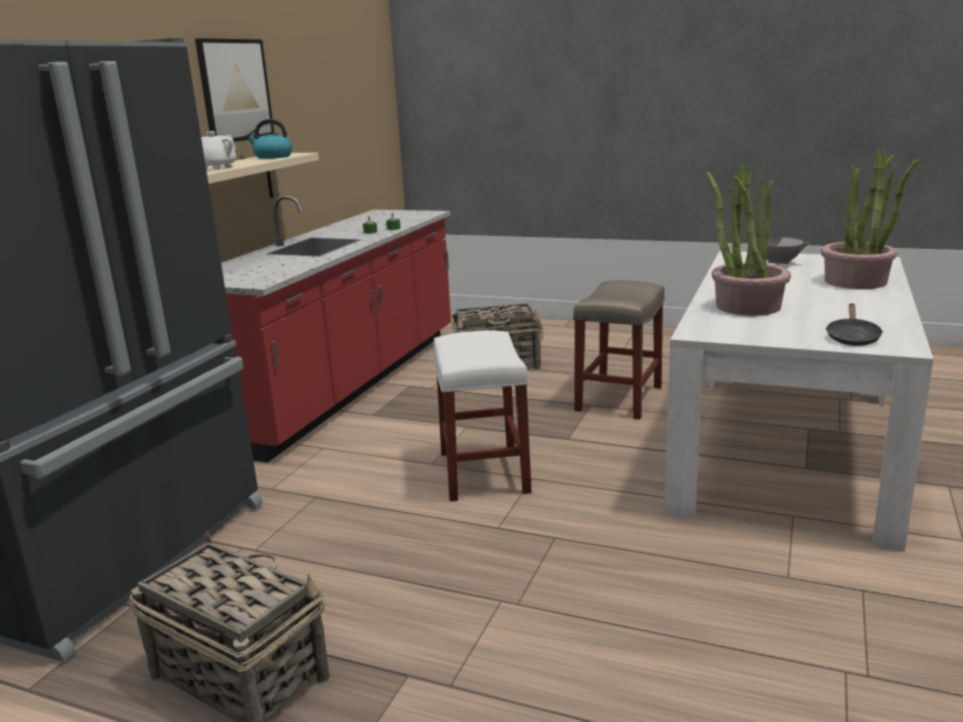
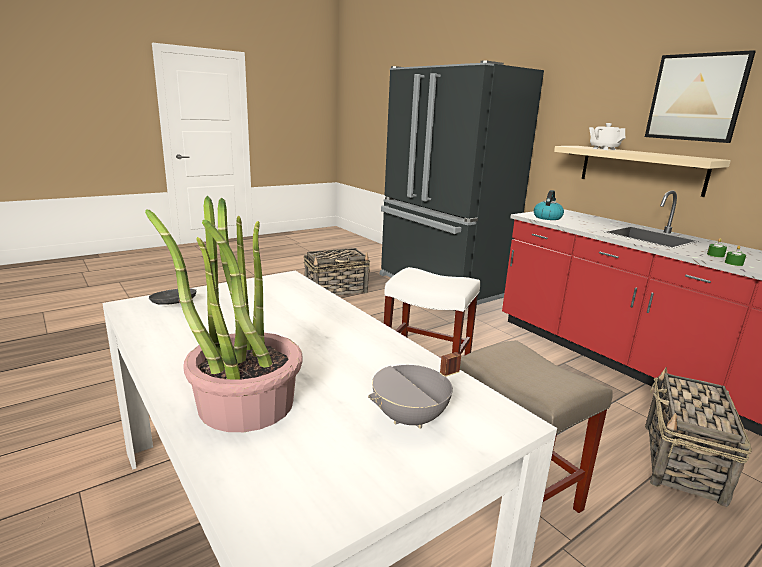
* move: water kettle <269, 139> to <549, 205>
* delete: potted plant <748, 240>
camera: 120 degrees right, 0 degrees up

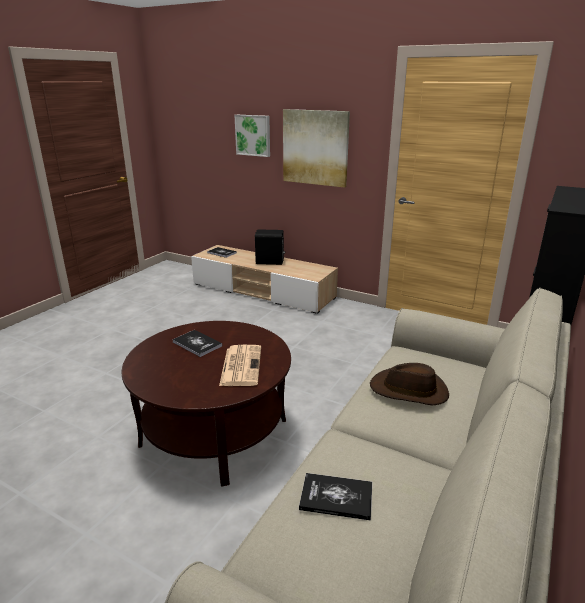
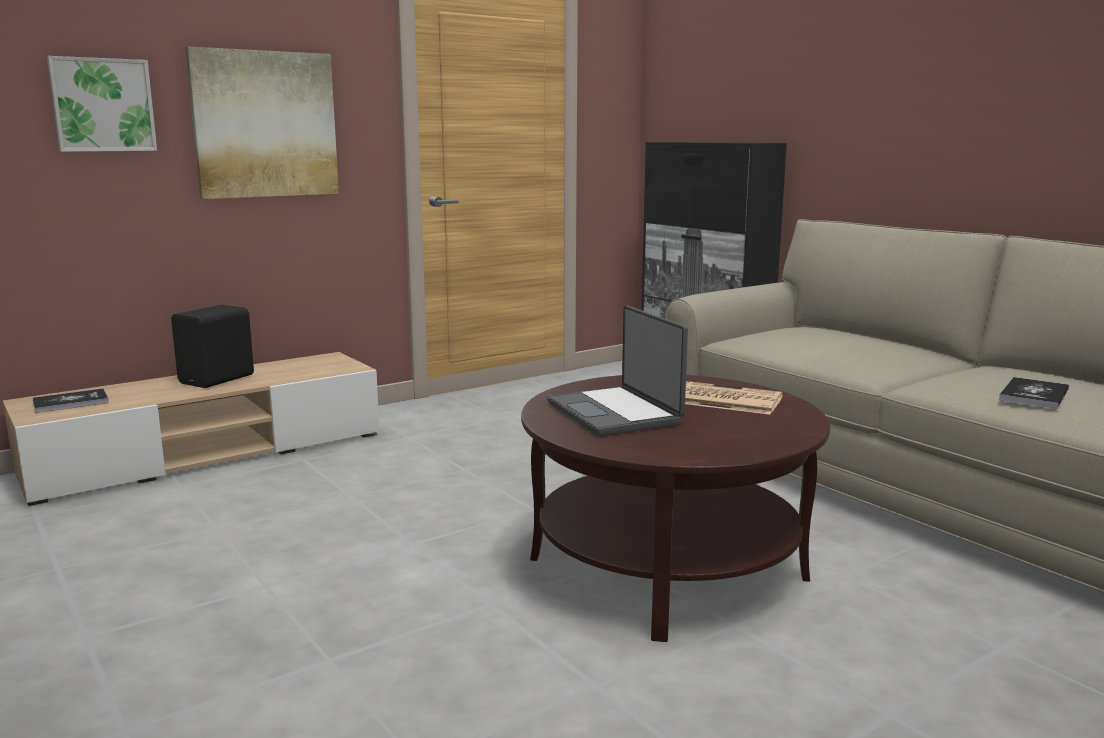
* replace: bound book <197, 343> to laptop <617, 371>
* delete: brown wearable hat <409, 384>
camera: 65 degrees left, 10 degrees down

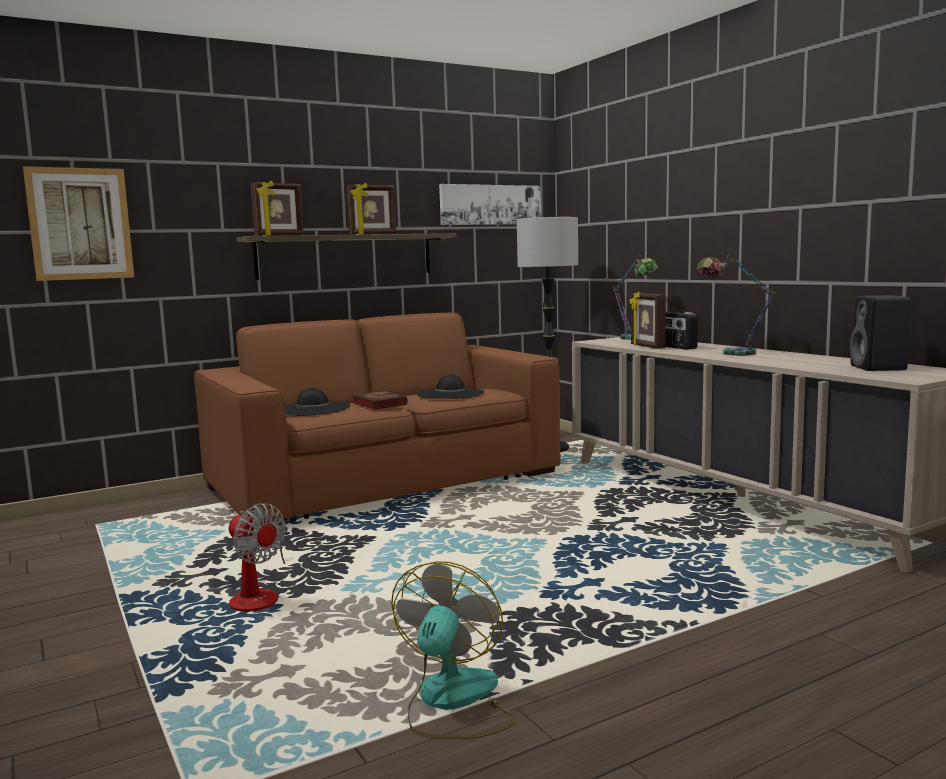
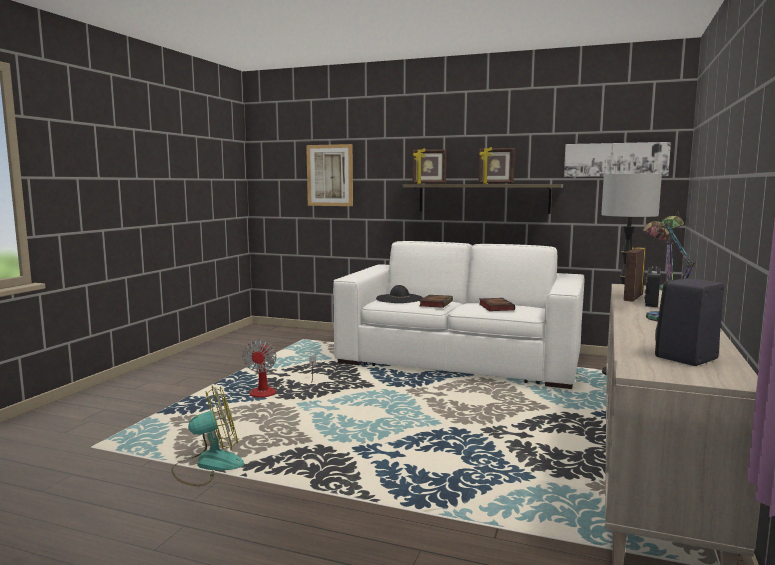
* recolor: brown couch <377, 419> to white couch <458, 315>
* replace: blackish wearable hat <450, 386> to bound book <497, 304>
camera: 50 degrees right, 0 degrees up

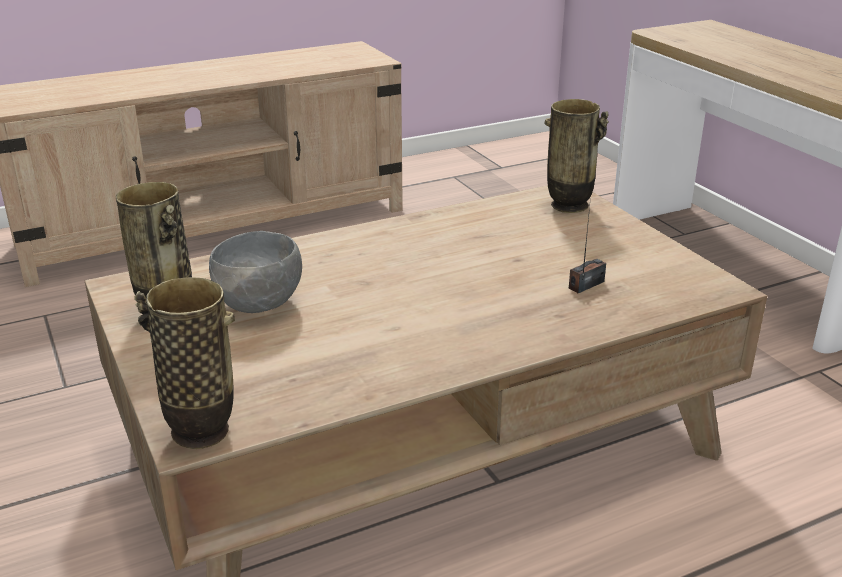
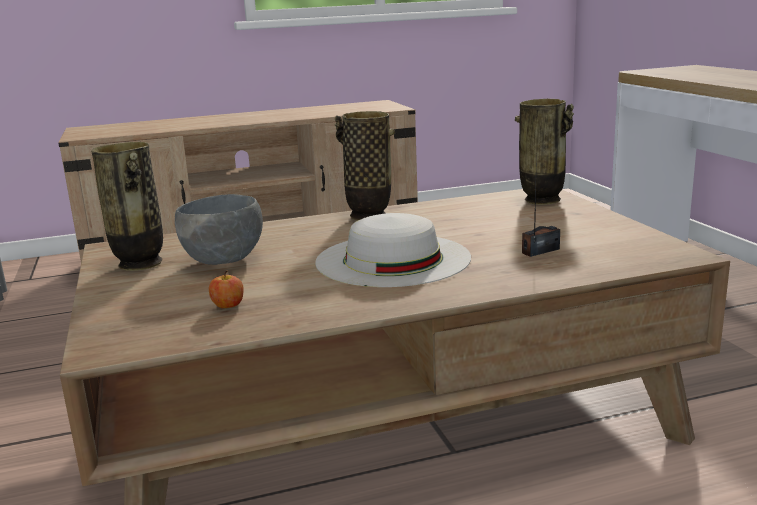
* insert: apple <226, 289>
* insert: white wearable hat <393, 250>
* move: flower vase <184, 363> to <365, 166>
camera: 10 degrees right, 10 degrees down

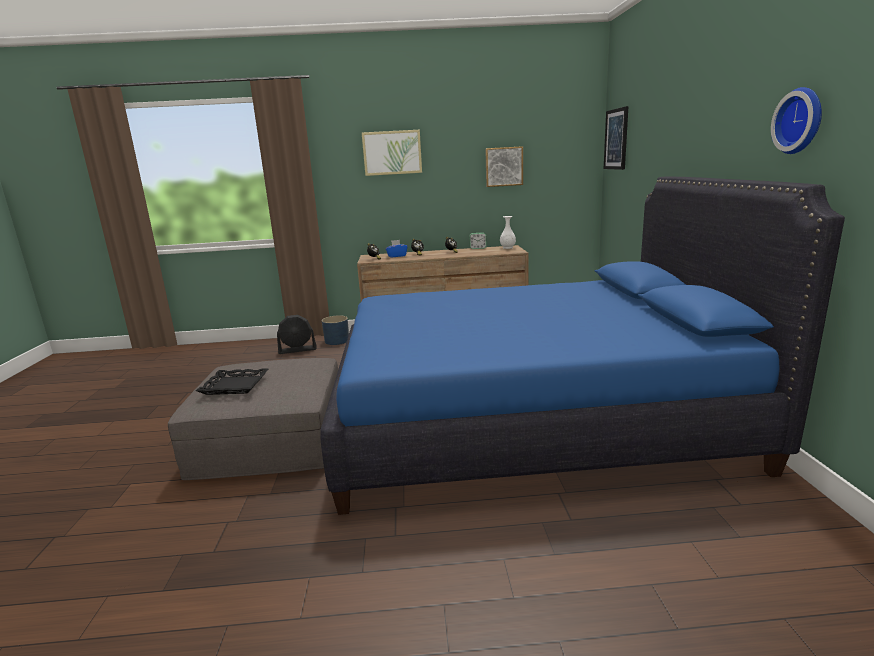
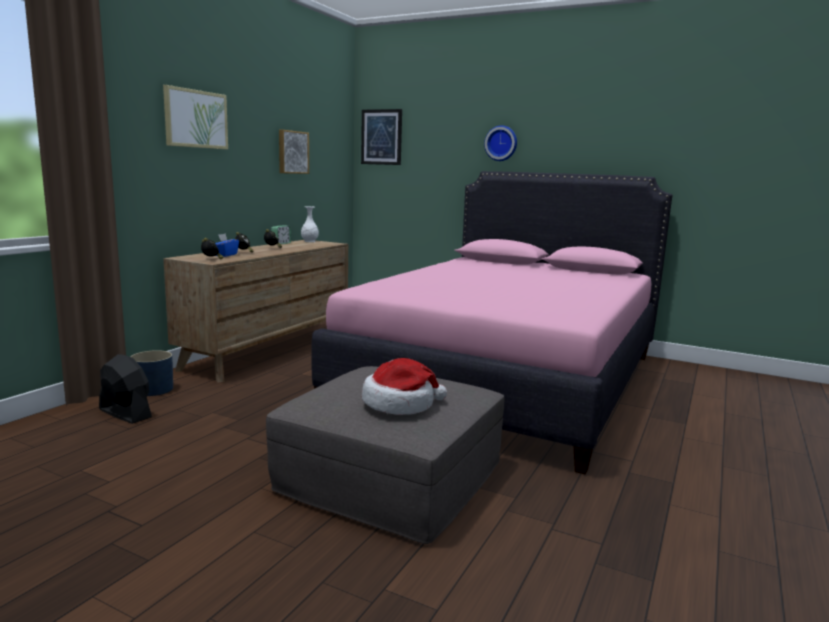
* rotate: blackish electric fan <297, 334> = <125, 389> 75 degrees counterclockwise
* recolor: blue sleeping bed <582, 345> to pink sleeping bed <492, 323>
* replace: blackish tray <232, 381> to wearable hat <404, 386>
* move: hanging clock <796, 120> to <500, 143>
camera: 60 degrees left, 5 degrees down

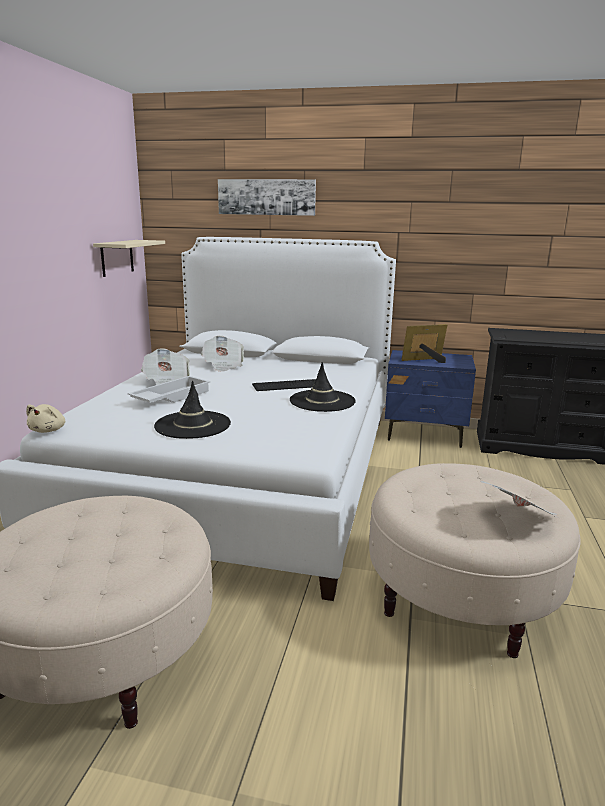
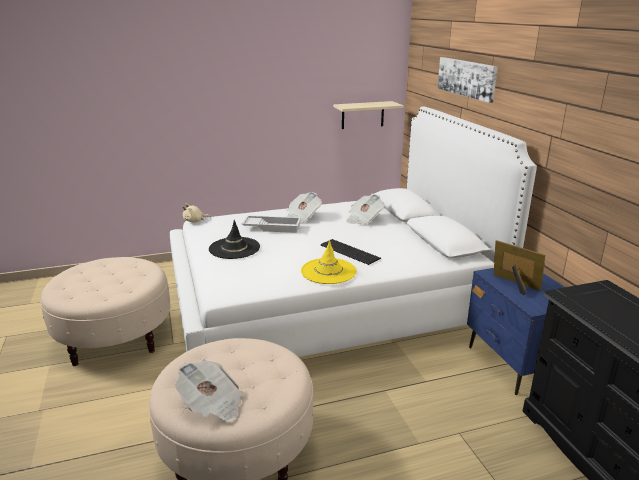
* recolor: blackish wearable hat <323, 387> to yellowish wearable hat <329, 262>
camera: 60 degrees right, 5 degrees up

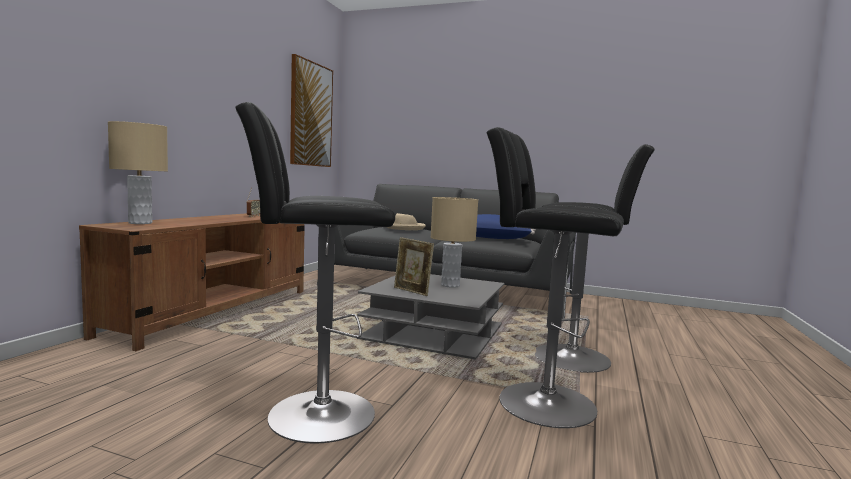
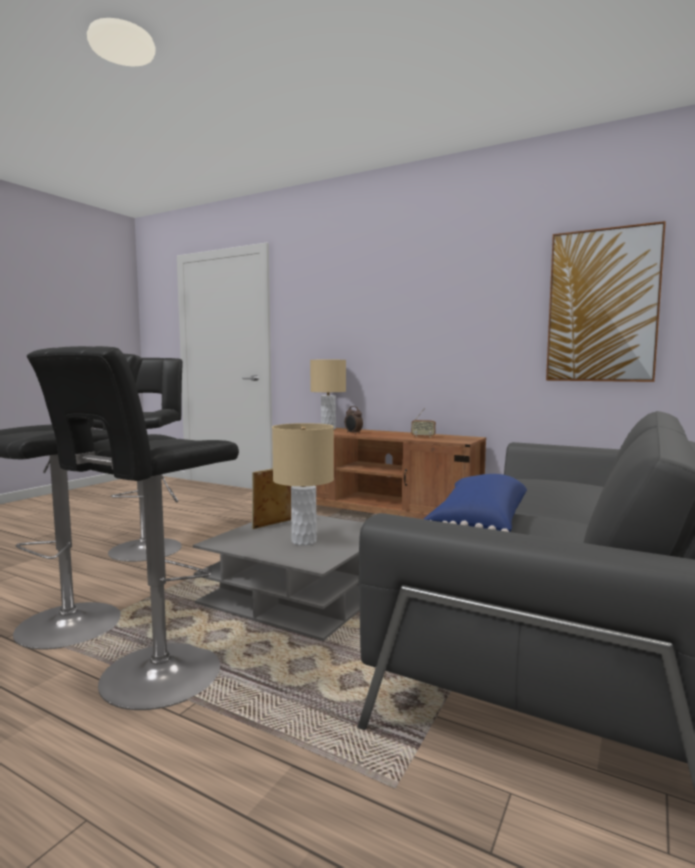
* insert: table clock <354, 420>
* delete: sand-coloured wearable hat <406, 221>
camera: 100 degrees right, 0 degrees up

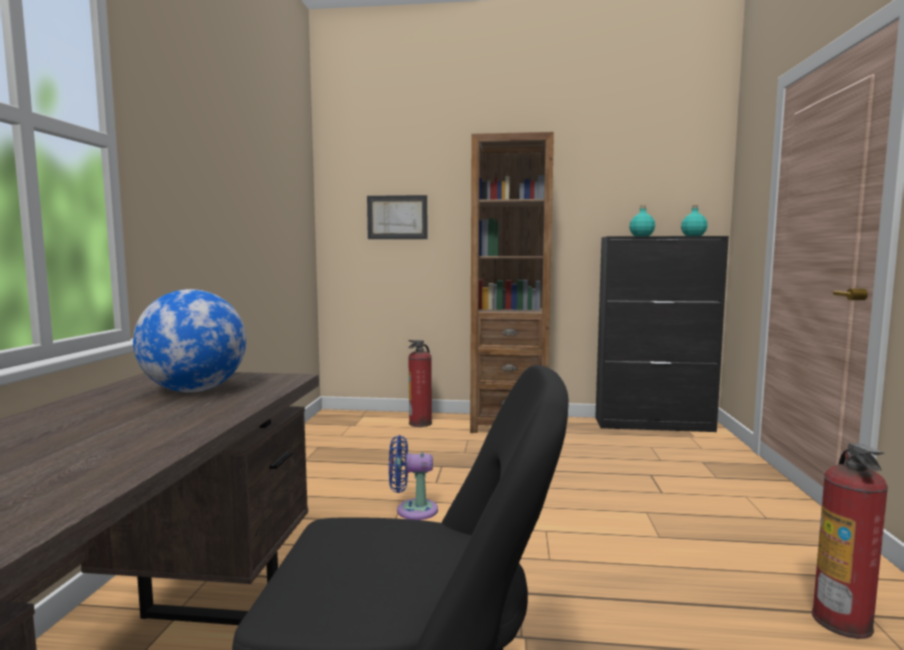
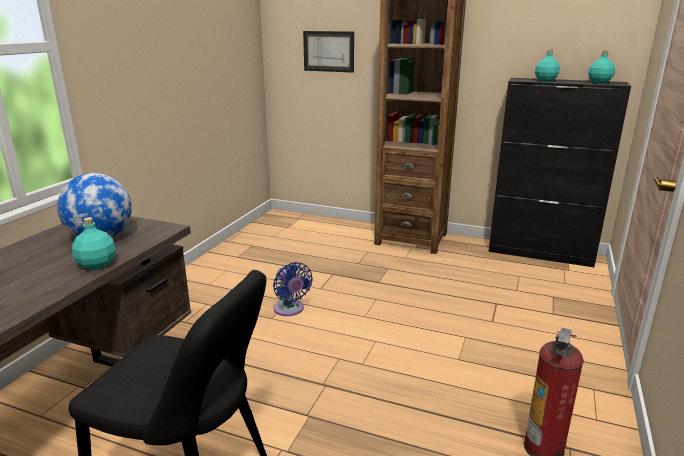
* insert: turquoise-coloured beverage bottle <94, 243>
* rotate: blue electric fan <413, 477> = <293, 289> 135 degrees counterclockwise
* delete: fire-fighting cylinder <420, 383>
camera: 15 degrees right, 15 degrees up

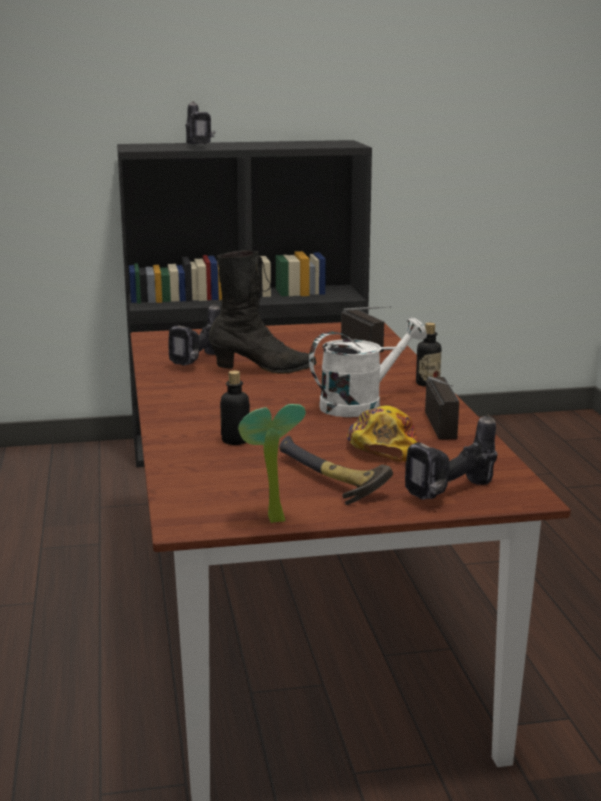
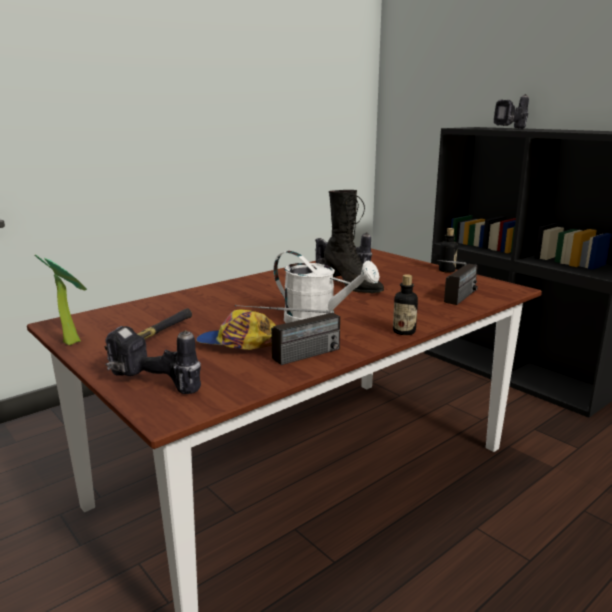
* rotate: cap <382, 434> = <236, 330> 135 degrees counterclockwise
* move: beverage bottle <235, 408> to <448, 250>
camera: 60 degrees right, 0 degrees up

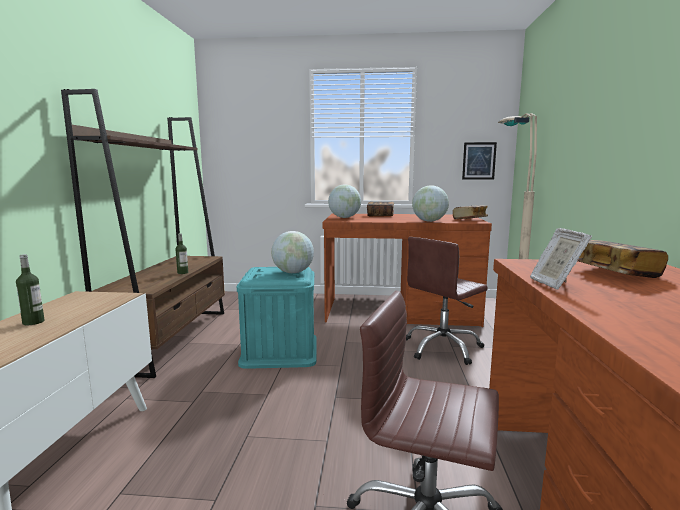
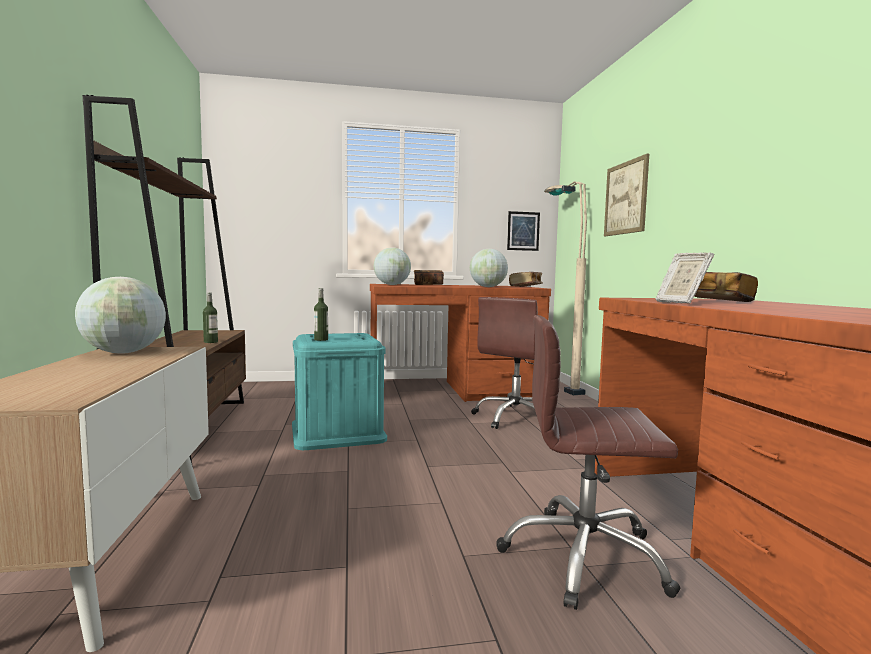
* move: world globe <292, 252> to <120, 315>
* move: beverage bottle <30, 289> to <321, 314>
* insert: wall art <626, 195>
camera: 15 degrees left, 5 degrees down

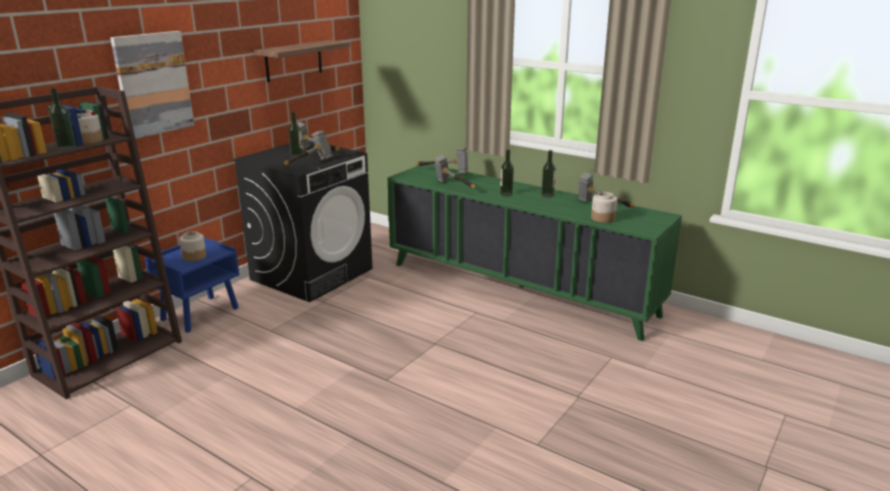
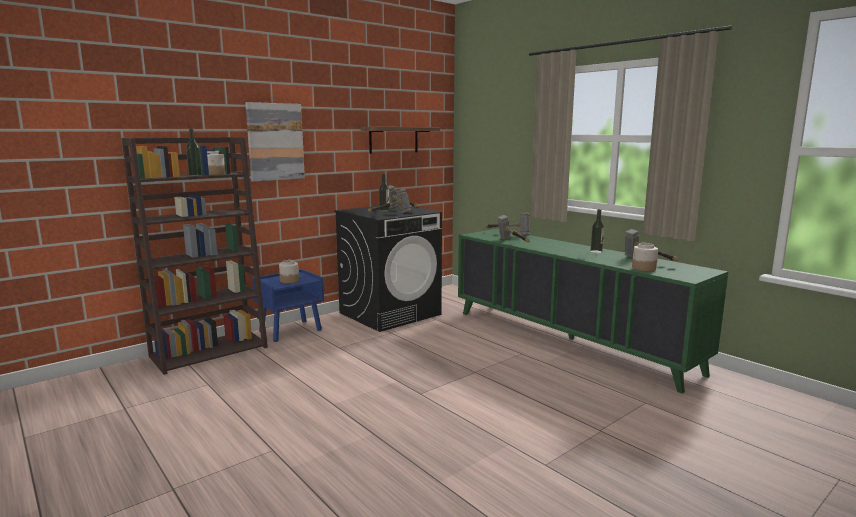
* delete: beverage bottle <507, 173>
camera: 15 degrees right, 10 degrees down

